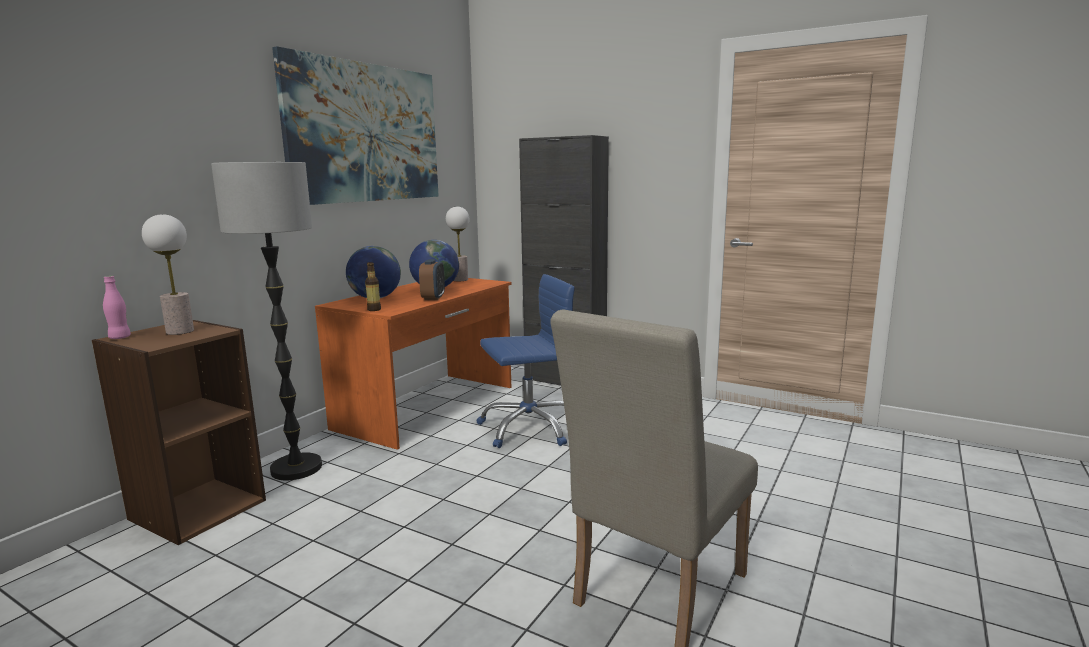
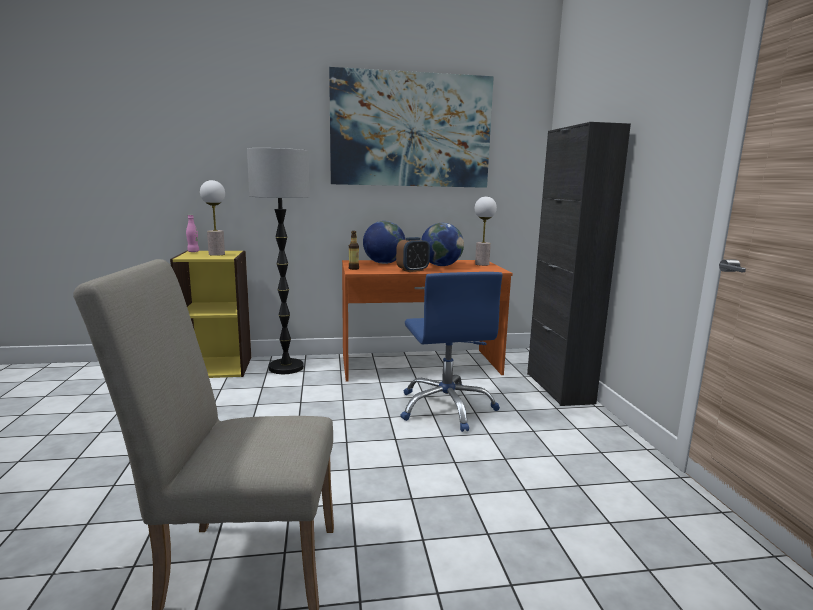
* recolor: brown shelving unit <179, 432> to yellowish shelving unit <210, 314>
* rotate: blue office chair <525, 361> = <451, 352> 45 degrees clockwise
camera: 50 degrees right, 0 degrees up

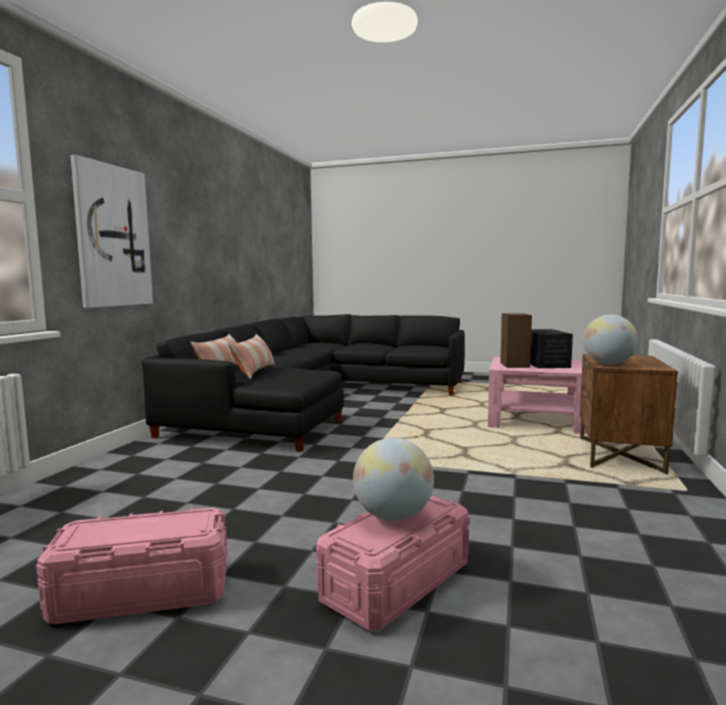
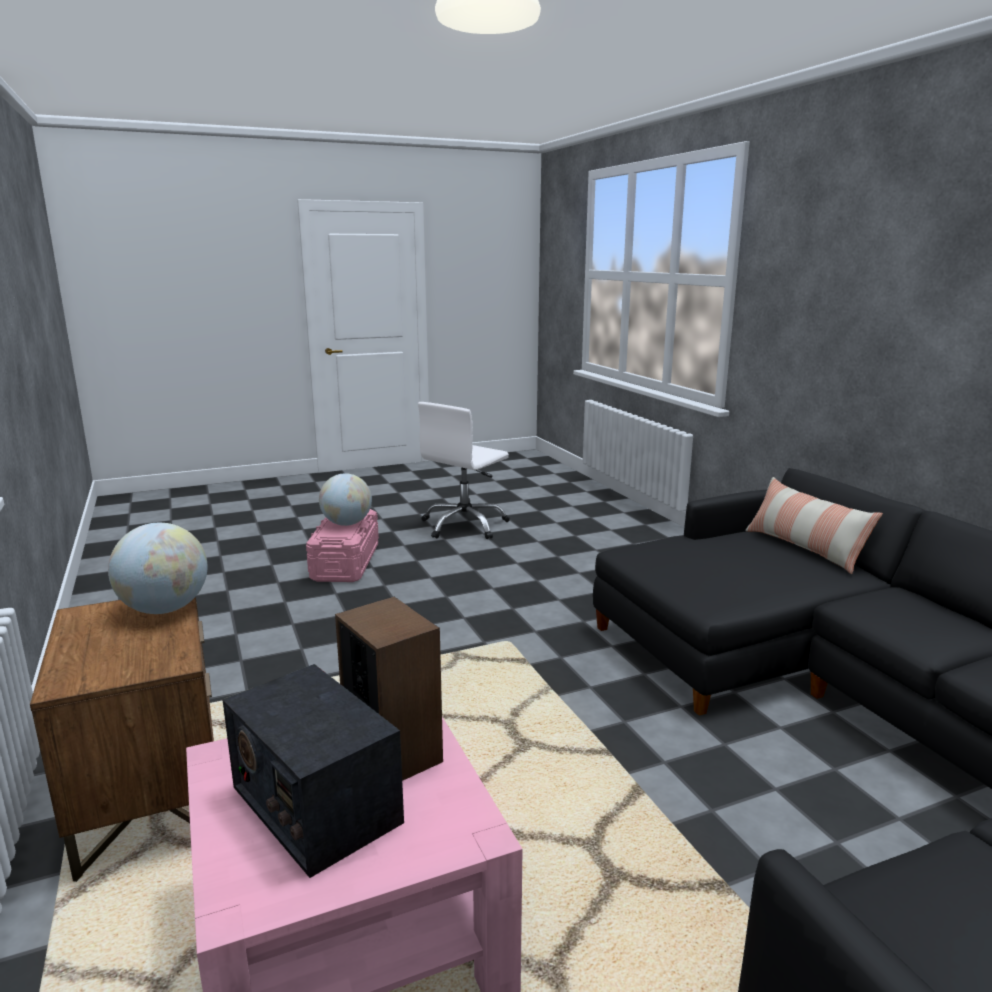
* replace: pink storage container <131, 566> to white office chair <464, 470>
* delete: wall art <112, 231>
* delete: cushion <251, 356>
camera: 140 degrees right, 10 degrees up

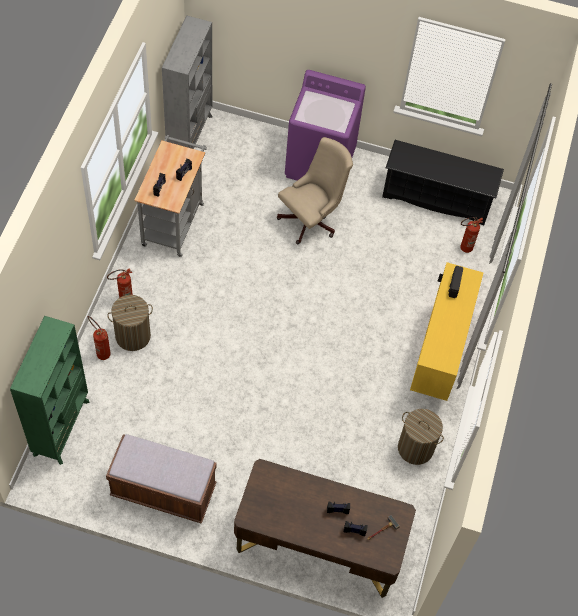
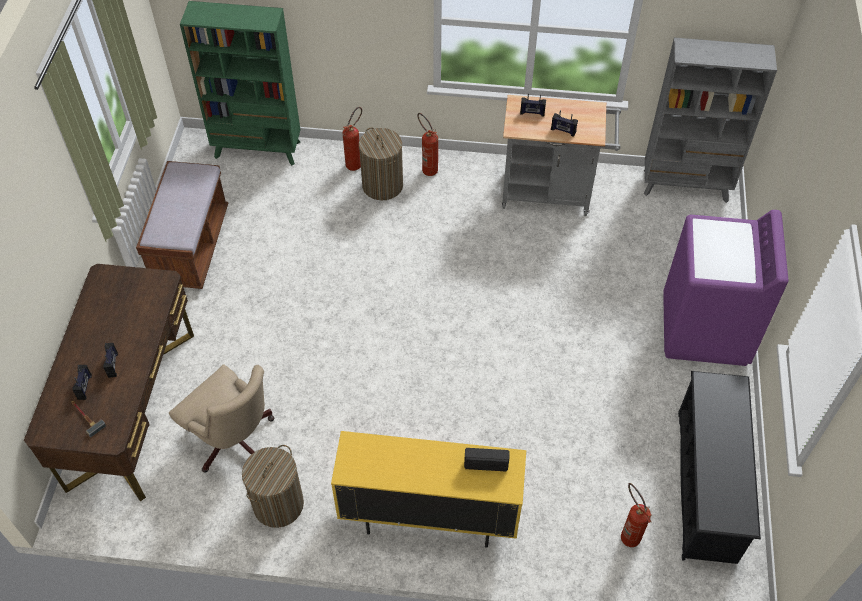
* move: sand-coloured office chair <315, 190> to <221, 418>
camera: 85 degrees right, 5 degrees down

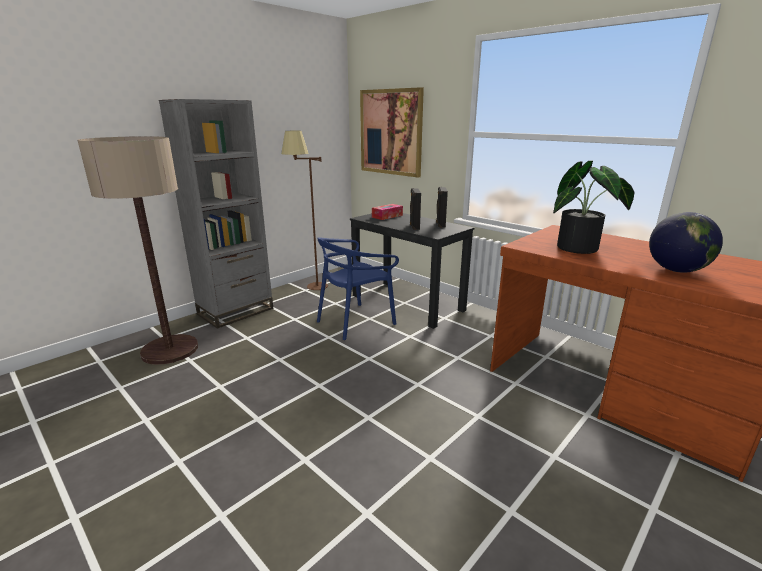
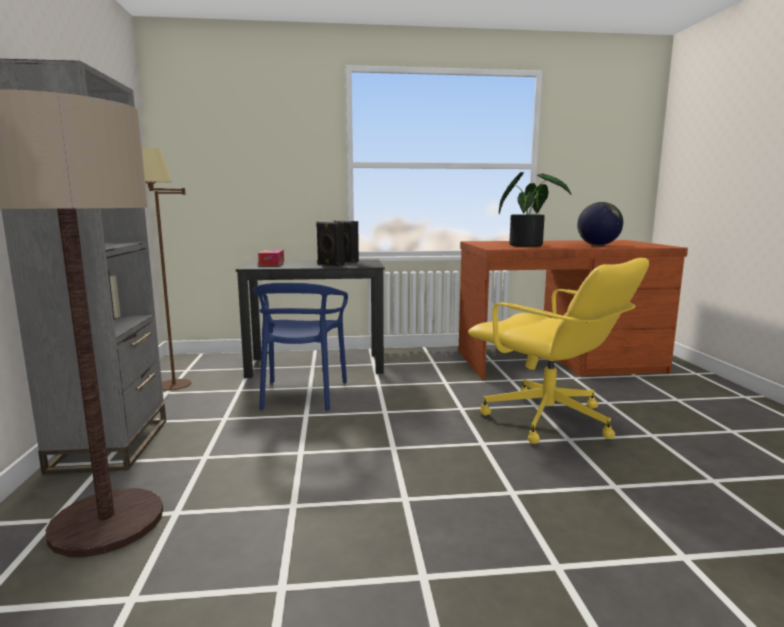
* insert: yellowish office chair <558, 351>
* delete: wall art <392, 132>
camera: 50 degrees left, 10 degrees down

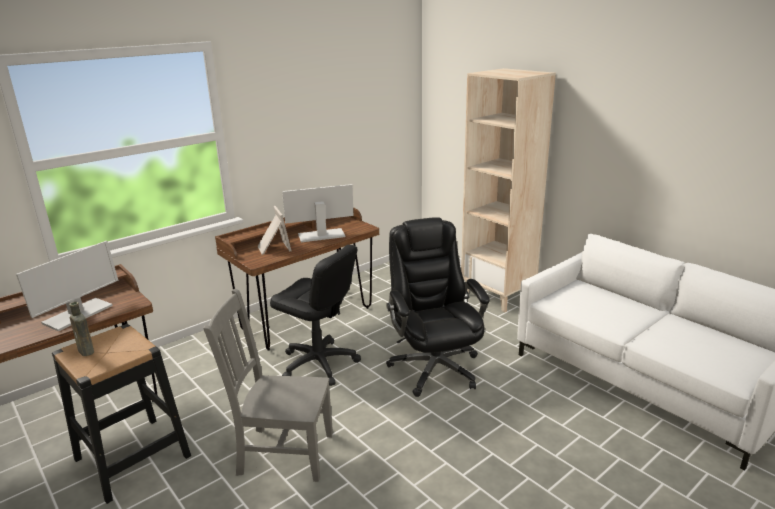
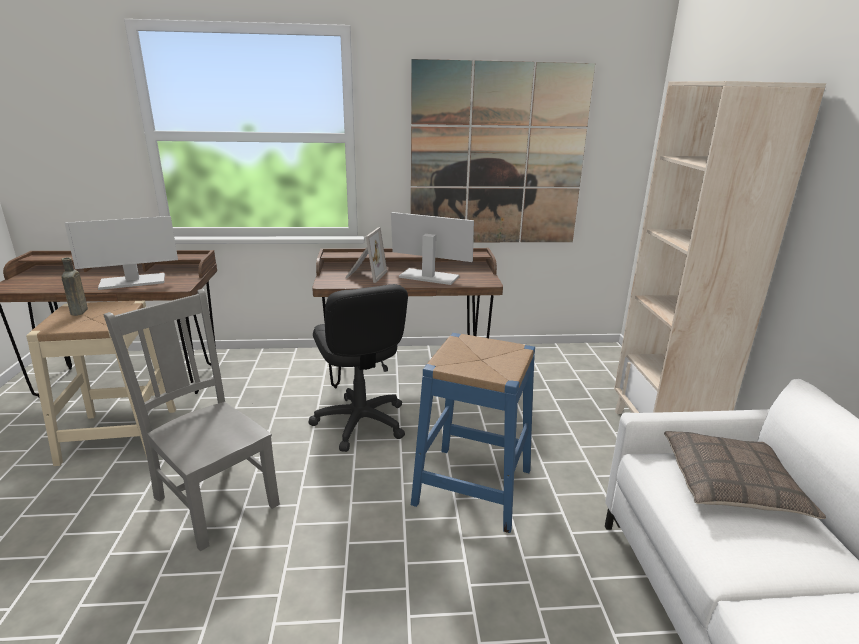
* recolor: blackish stool <121, 414> to sand-coloured stool <101, 383>
* insert: wall art <503, 150>
* replace: blackish office chair <438, 307> to blue stool <473, 433>
* insert: cushion <745, 475>
camera: 35 degrees right, 0 degrees up

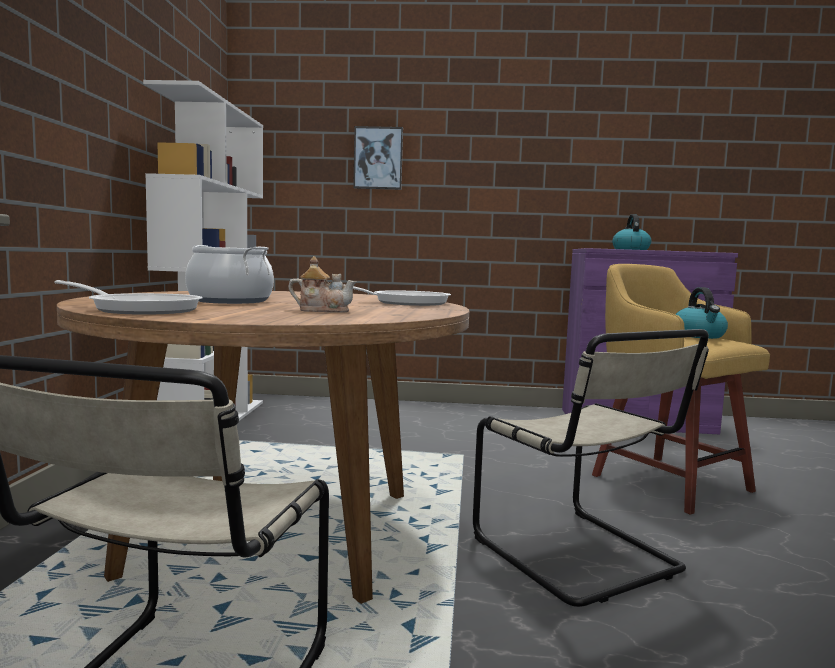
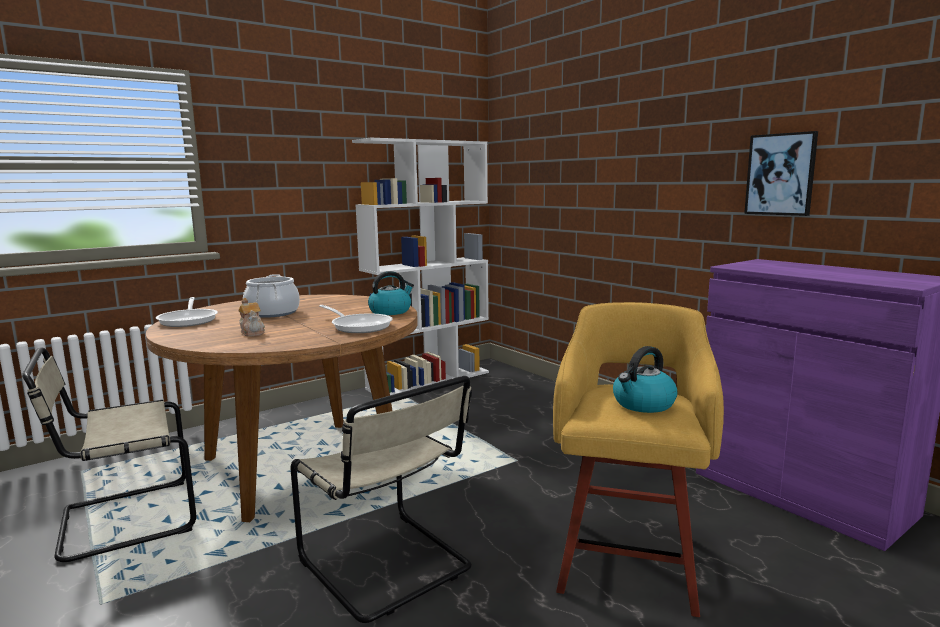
* rotate: sand-coloured chair <591, 468> = <381, 499> 60 degrees counterclockwise
* move: water kettle <631, 232> to <391, 293>
* move: wall art <378, 158> to <781, 173>
camera: 50 degrees right, 5 degrees up

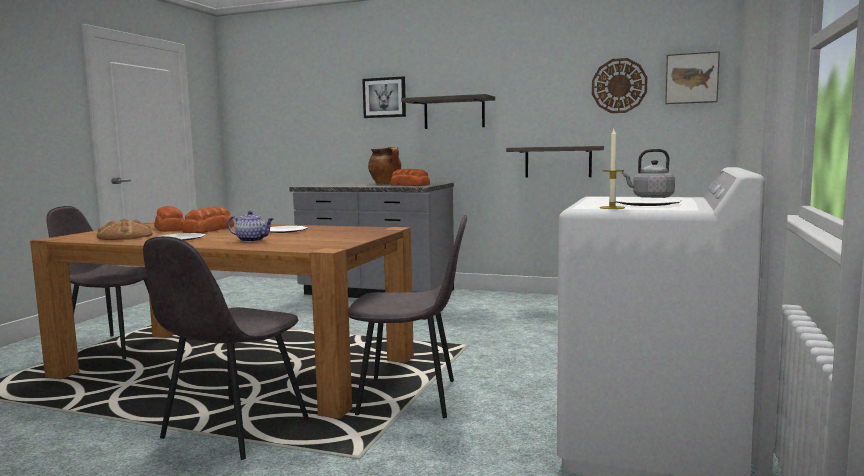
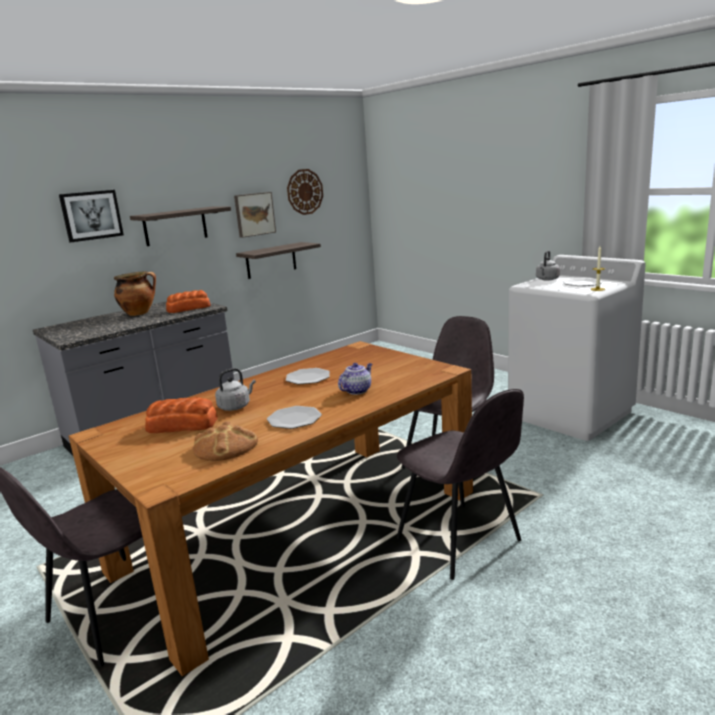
* replace: bread <208, 219> to greyish water kettle <235, 389>
* move: wall art <692, 77> to <255, 215>
camera: 60 degrees left, 10 degrees up

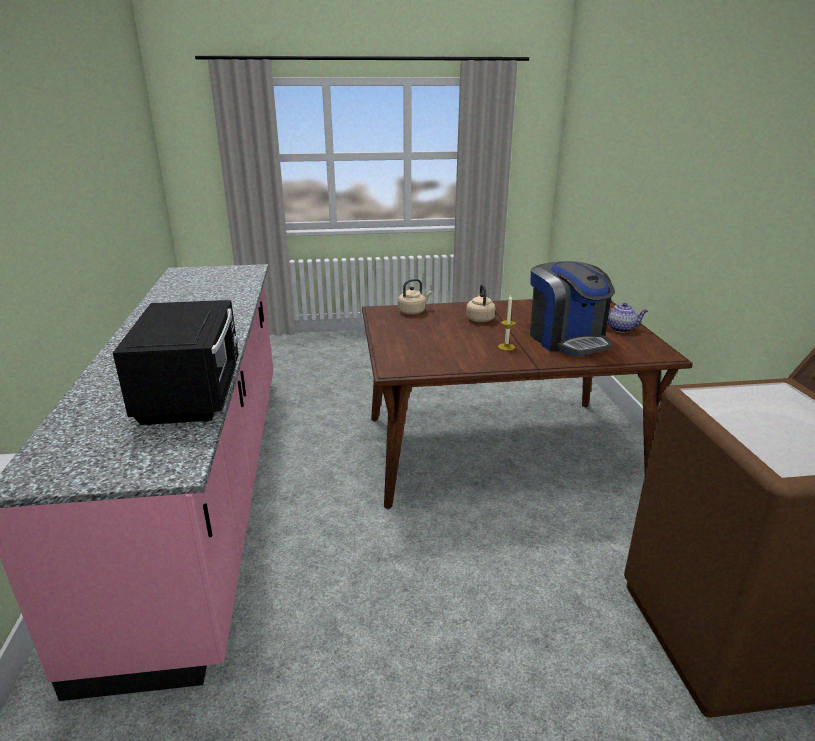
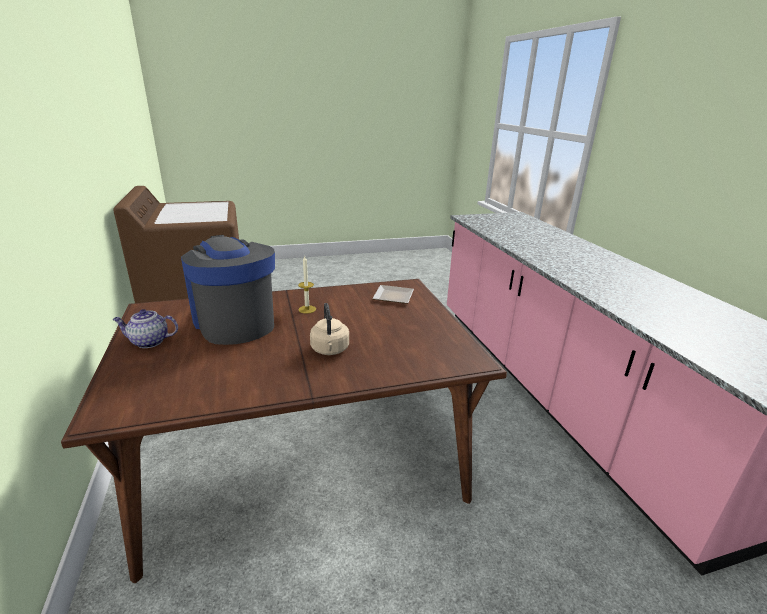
* insert: flat dish <393, 294>
* delete: blackish microwave oven <176, 363>
* delete: sand-coloured water kettle <415, 297>
camera: 170 degrees right, 0 degrees up

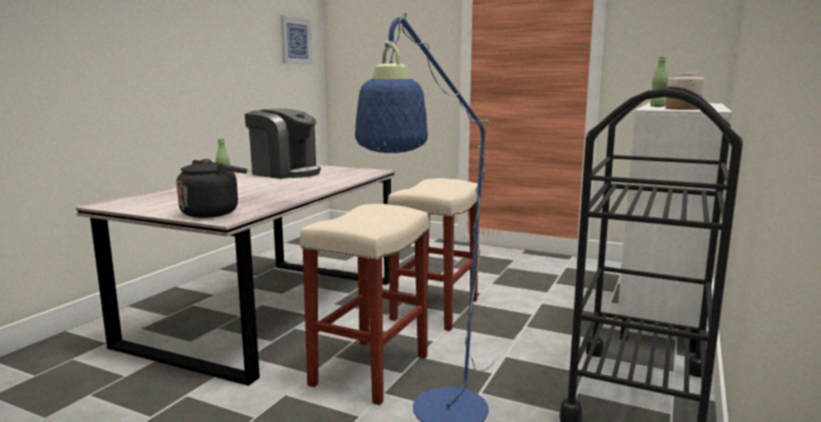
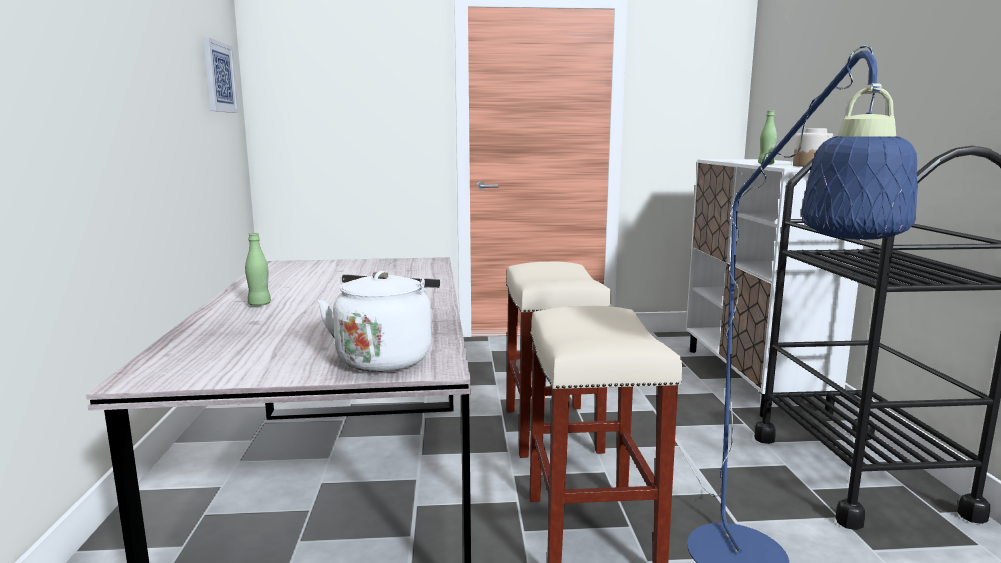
* recolor: blackish water kettle <212, 188> to white water kettle <378, 321>
* delete: coffee machine <282, 144>
camera: 30 degrees left, 0 degrees up

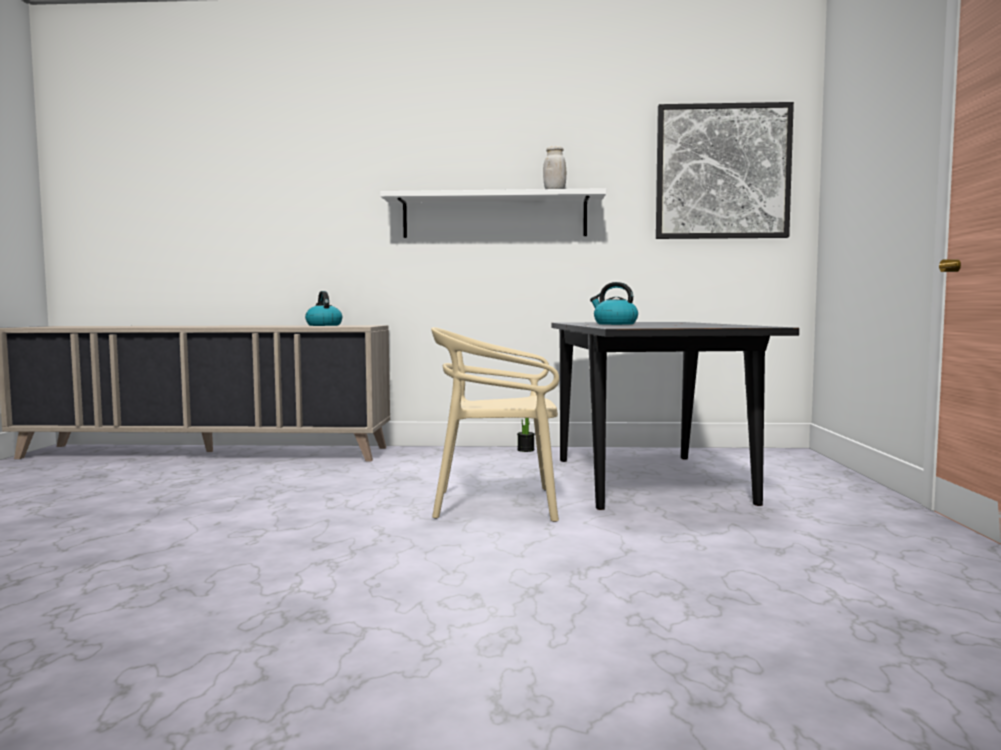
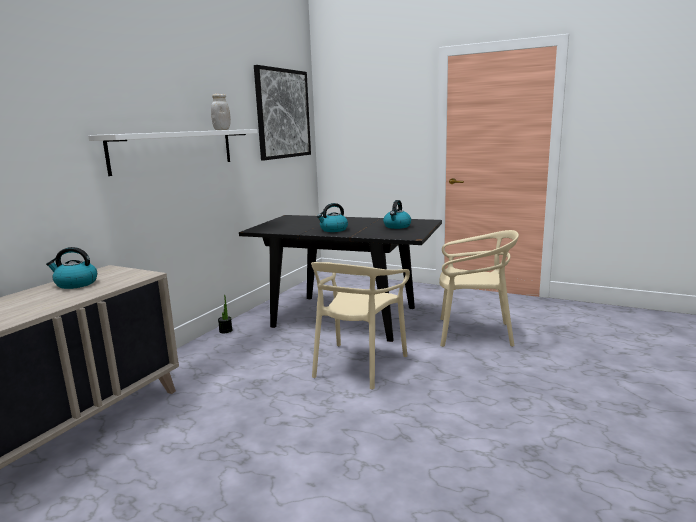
* insert: water kettle <397, 214>
* insert: sand-coloured chair <479, 288>
camera: 65 degrees left, 10 degrees up

